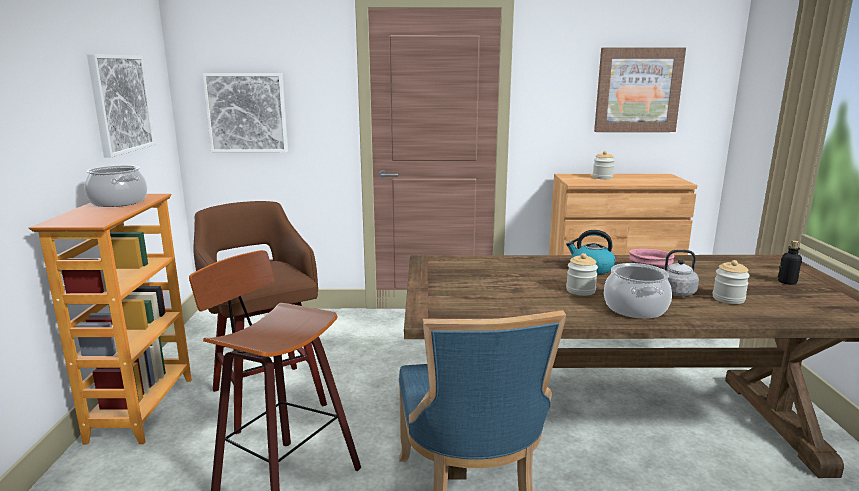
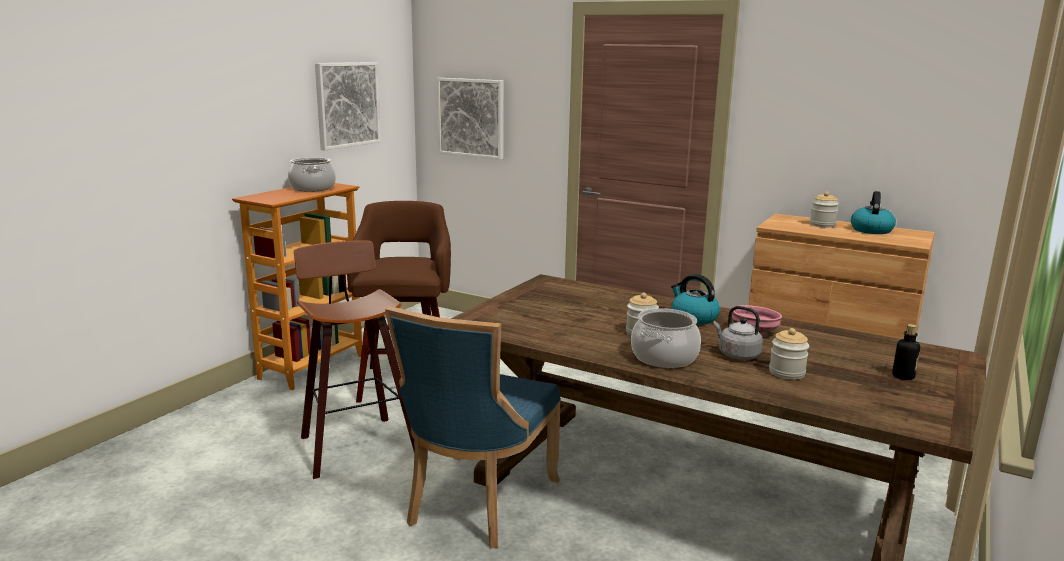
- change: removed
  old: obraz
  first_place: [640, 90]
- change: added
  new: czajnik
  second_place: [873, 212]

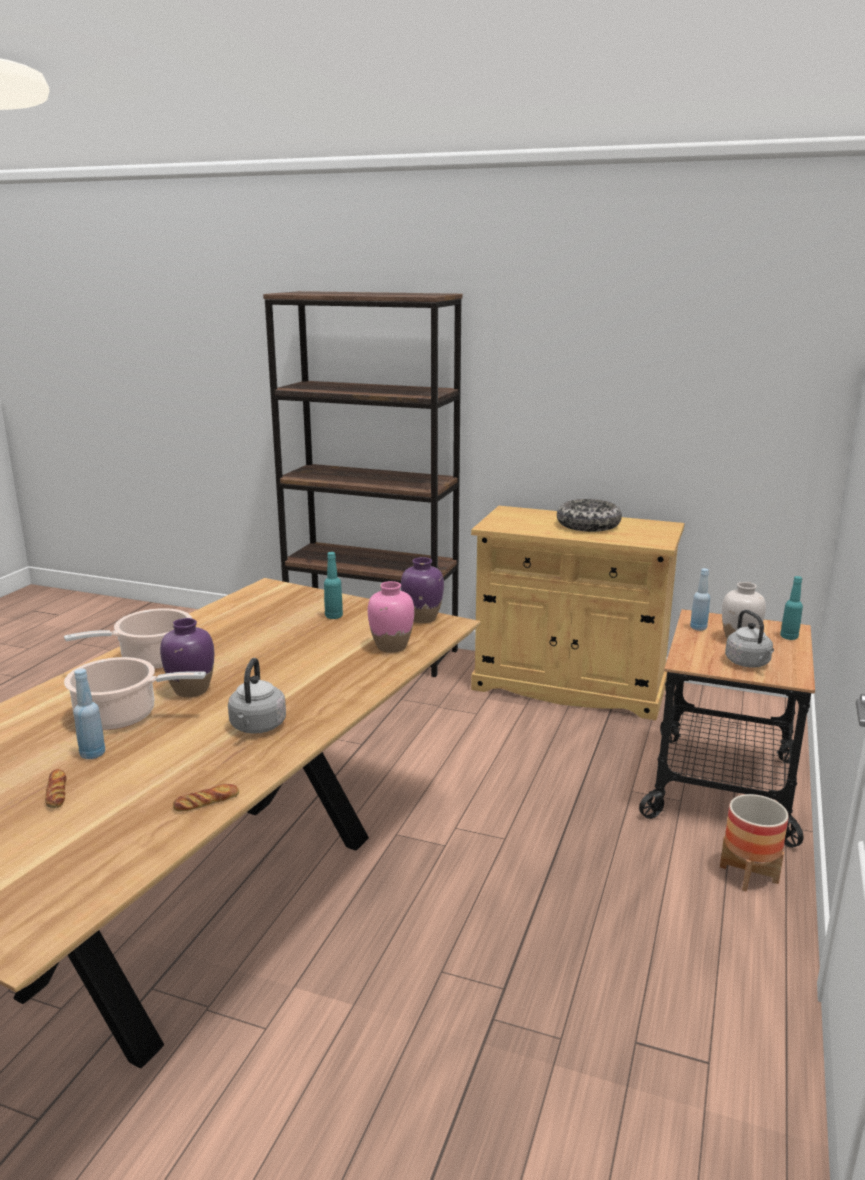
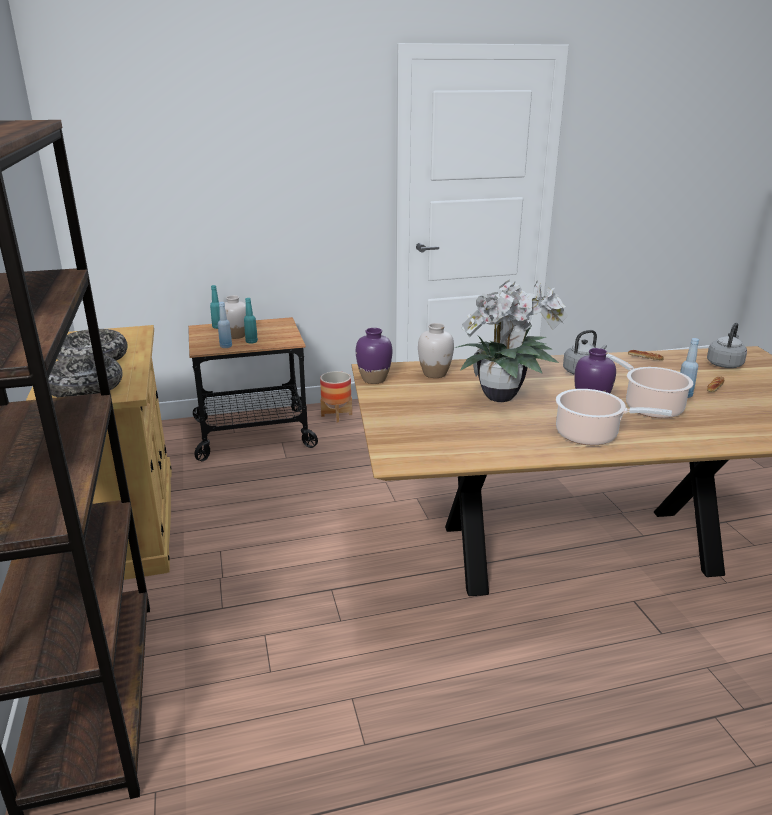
- change: moved
  old: butelka [turkusowy]
  first_place: [333, 585]
  second_place: [251, 321]
- change: recoloured
  old: wazon [różowy]
  new: wazon [biały]
  first_place: [391, 617]
  second_place: [436, 350]
- change: moved
  old: czajnik [szary]
  first_place: [749, 639]
  second_place: [727, 345]
- change: added
  new: miska
  second_place: [85, 376]
- change: added
  new: roślina doniczkowa
  second_place: [511, 341]

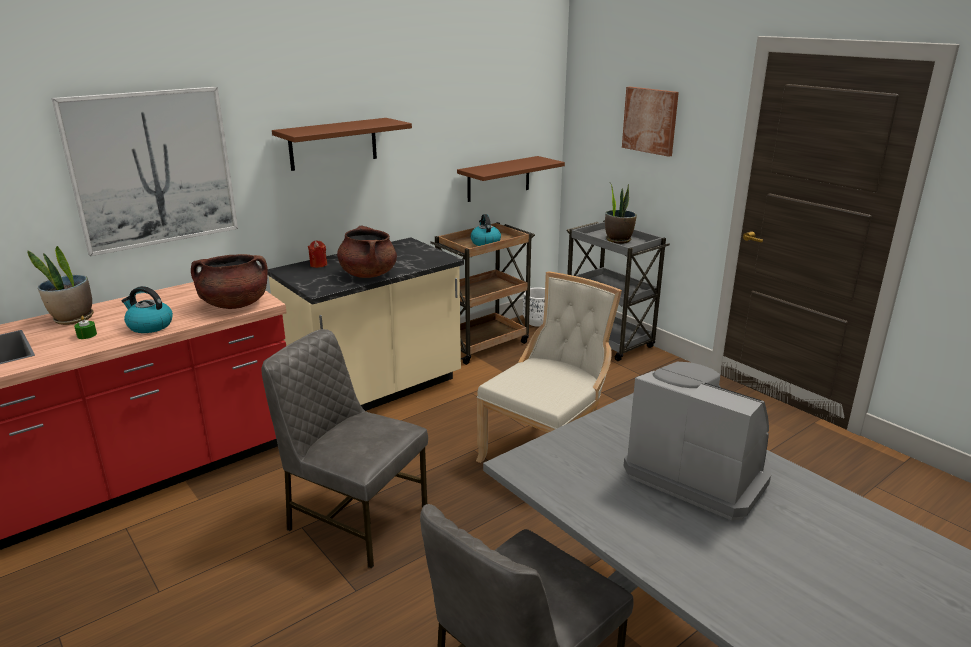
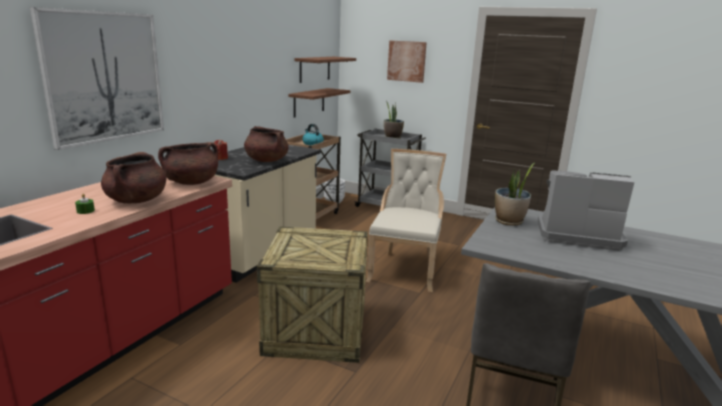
- change: moved
  old: roślina doniczkowa
  first_place: [60, 285]
  second_place: [515, 194]
- change: replaced
  old: czajnik
  new: garnek [brązowy]
  first_place: [147, 309]
  second_place: [133, 177]
- change: replaced
  old: krzesło [szary]
  new: skrzynka
  first_place: [344, 449]
  second_place: [312, 294]
- change: moved
  old: półka [brązowy]
  first_place: [342, 144]
  second_place: [325, 70]

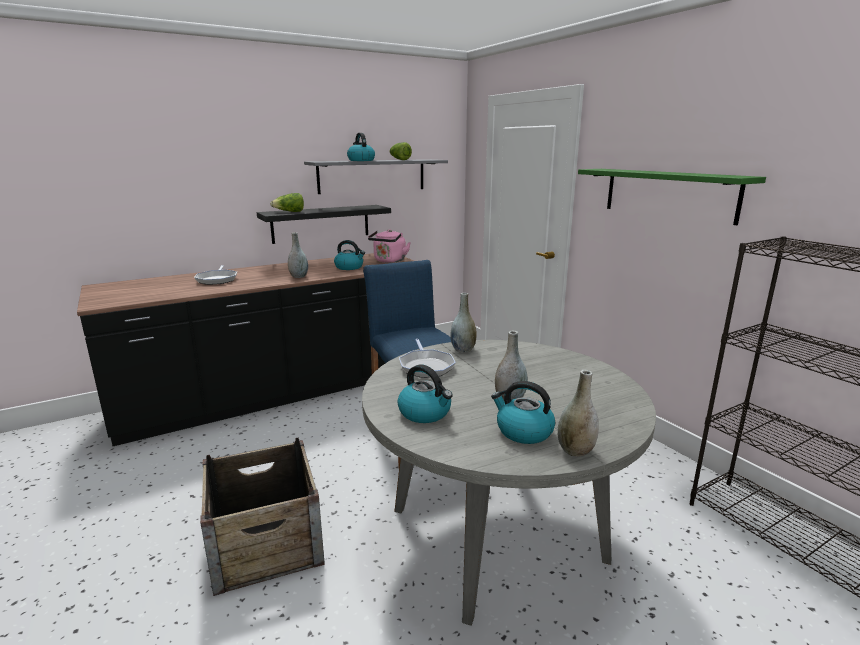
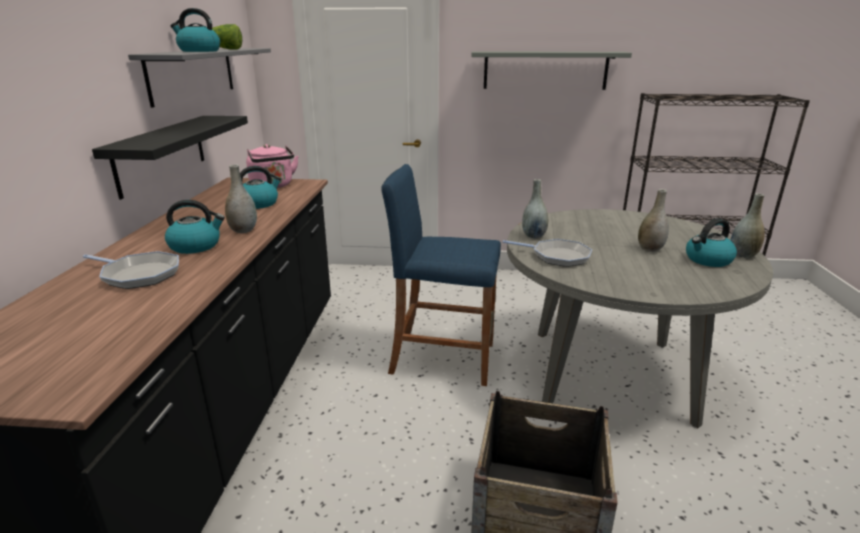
- change: removed
  old: sałata
  first_place: [287, 202]
- change: moved
  old: czajnik
  first_place: [425, 393]
  second_place: [195, 227]
- change: recoloured
  old: półka [zielony]
  new: półka [szary]
  first_place: [672, 197]
  second_place: [552, 70]

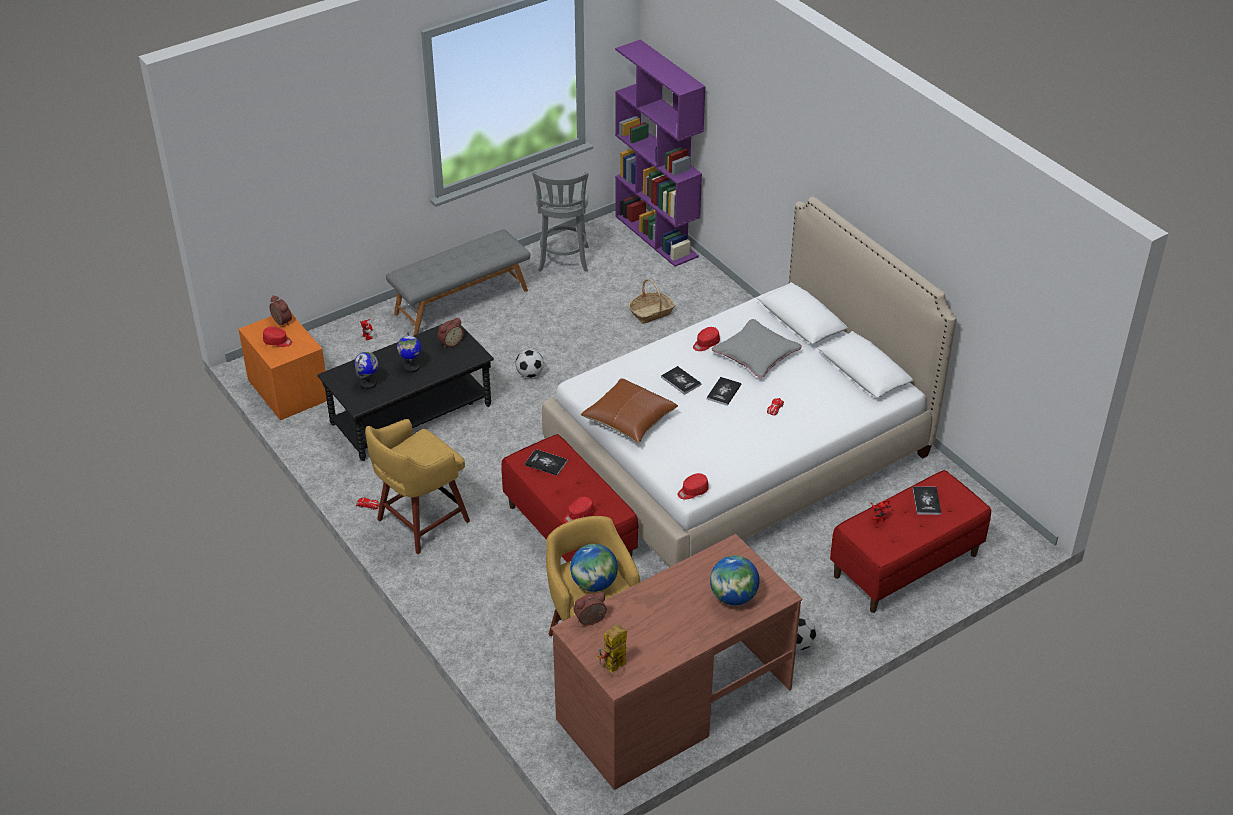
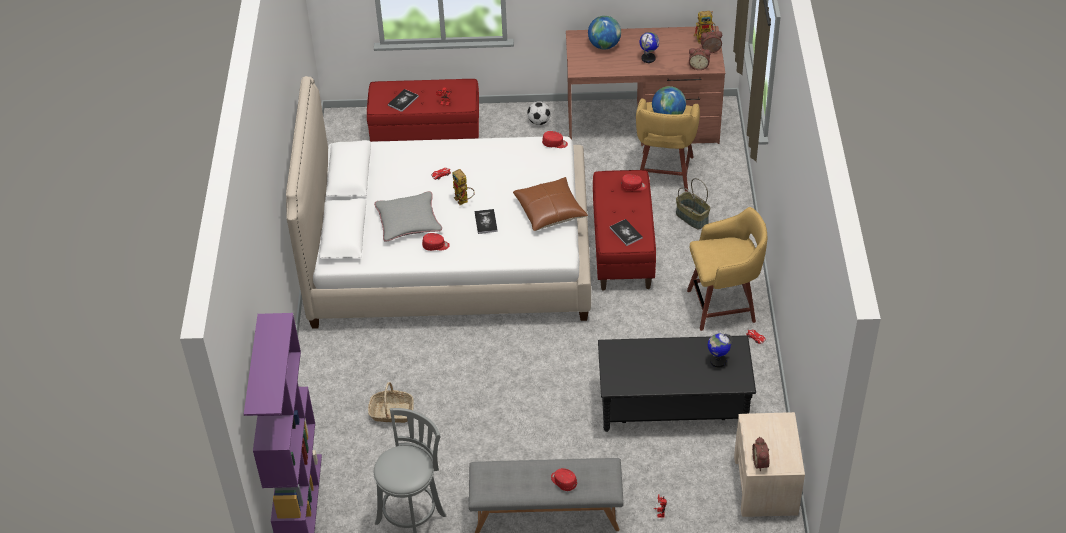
- change: recoloured
  old: szafka nocna [pomarańczowy]
  new: szafka nocna [beżowy]
  first_place: [282, 366]
  second_place: [769, 464]
- change: moved
  old: czapka z daszkiem [czerwony]
  first_place: [277, 336]
  second_place: [564, 479]
- change: moved
  old: globus
  first_place: [409, 352]
  second_place: [649, 47]
- change: moved
  old: budzik
  first_place: [451, 333]
  second_place: [711, 42]
- change: removed
  old: piłka futbolowa
  first_place: [529, 363]
- change: replaced
  old: książka
  new: robot zabawkowy
  first_place: [724, 391]
  second_place: [463, 187]
- change: added
  new: koszyk
  second_place: [693, 203]

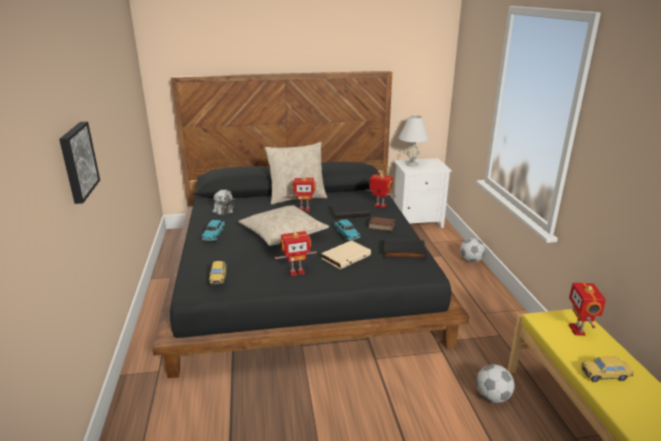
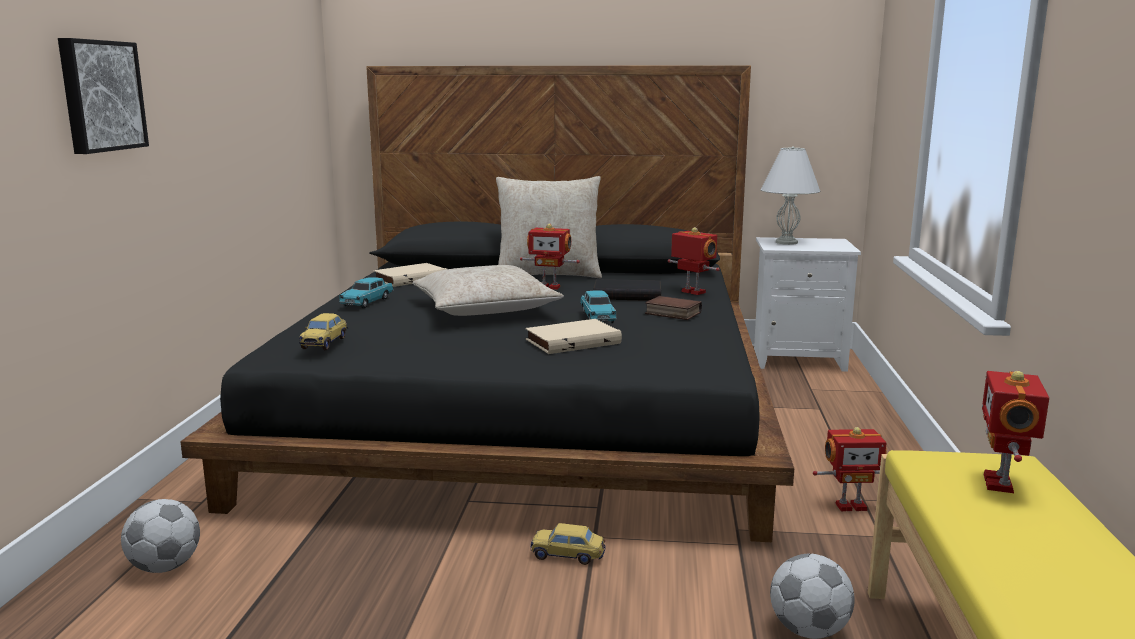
- change: replaced
  old: pluszak
  new: książka [beżowy]
  first_place: [224, 202]
  second_place: [410, 275]
- change: moved
  old: robot zabawkowy
  first_place: [296, 253]
  second_place: [850, 469]
- change: removed
  old: książka [czarny]
  first_place: [405, 249]
- change: moved
  old: piłka futbolowa
  first_place: [472, 250]
  second_place: [160, 536]
- change: moved
  old: samochodzik
  first_place: [607, 369]
  second_place: [567, 544]

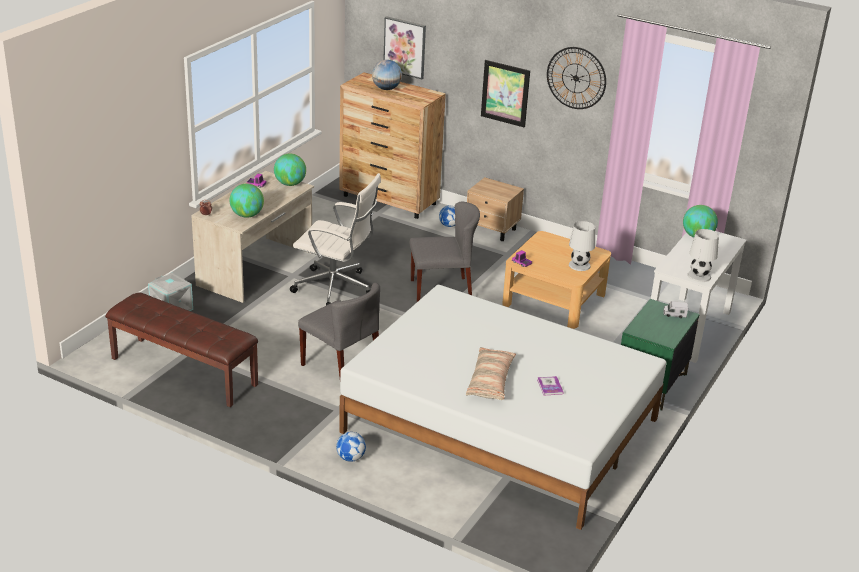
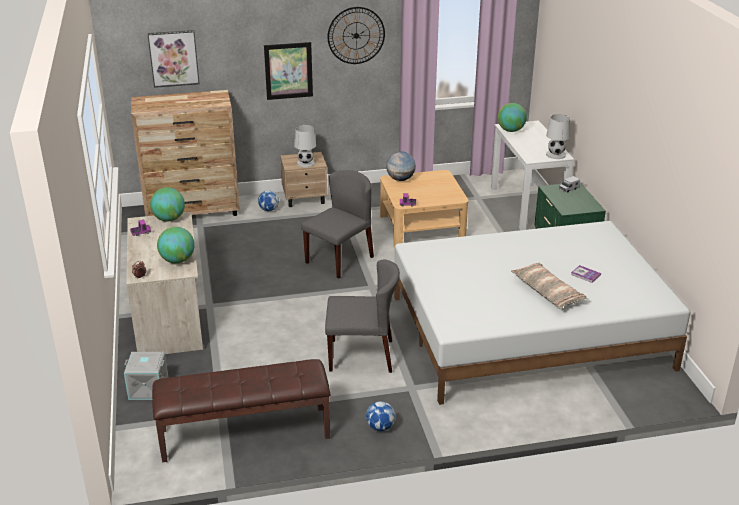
- change: removed
  old: krzesło biurowe [biały]
  first_place: [335, 239]
- change: moved
  old: piłka futbolowa
  first_place: [351, 447]
  second_place: [380, 416]
- change: moved
  old: globus
  first_place: [387, 75]
  second_place: [401, 166]
- change: moved
  old: lampa stołowa [biały]
  first_place: [582, 246]
  second_place: [305, 146]

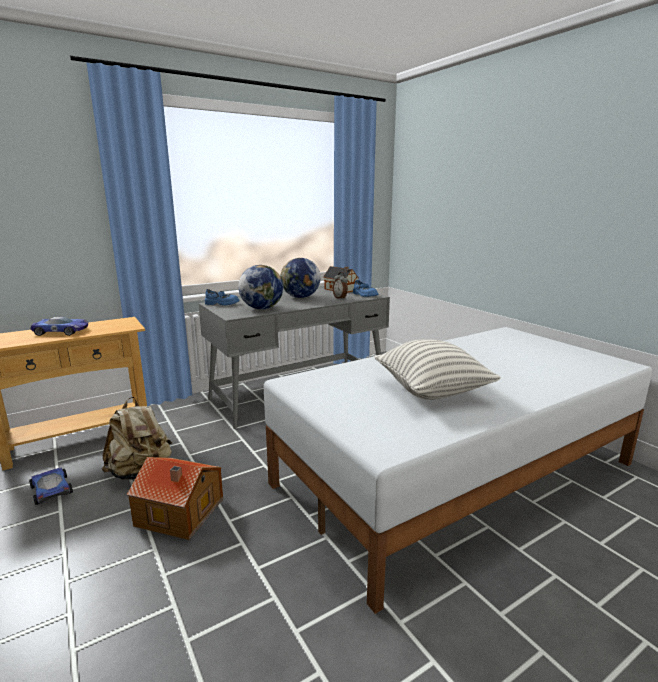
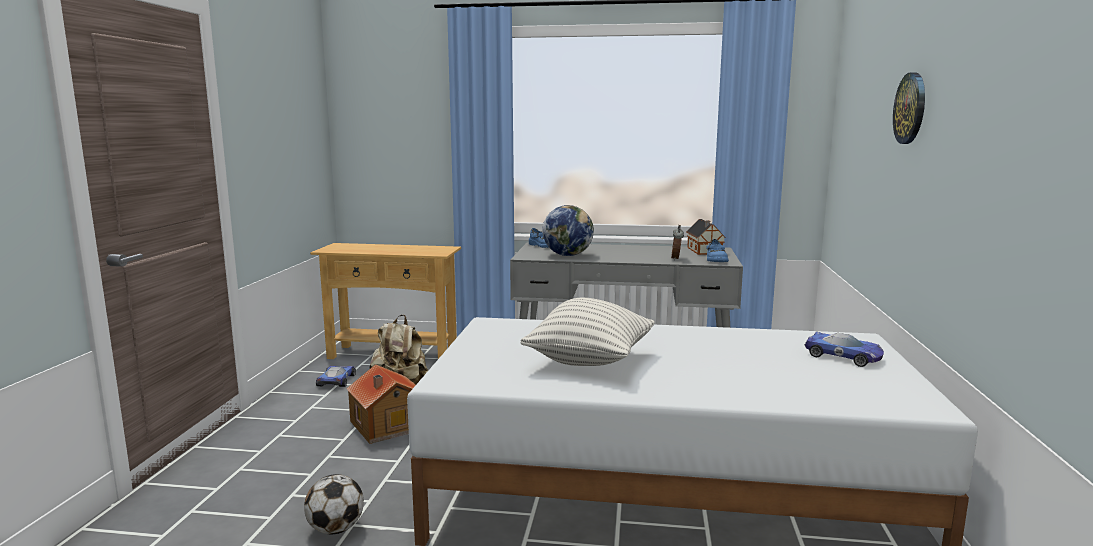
- change: moved
  old: samochodzik
  first_place: [59, 326]
  second_place: [844, 349]
- change: removed
  old: globus
  first_place: [300, 278]
- change: added
  new: piłka futbolowa
  second_place: [334, 504]
- change: added
  new: zegar ścienny
  second_place: [909, 108]

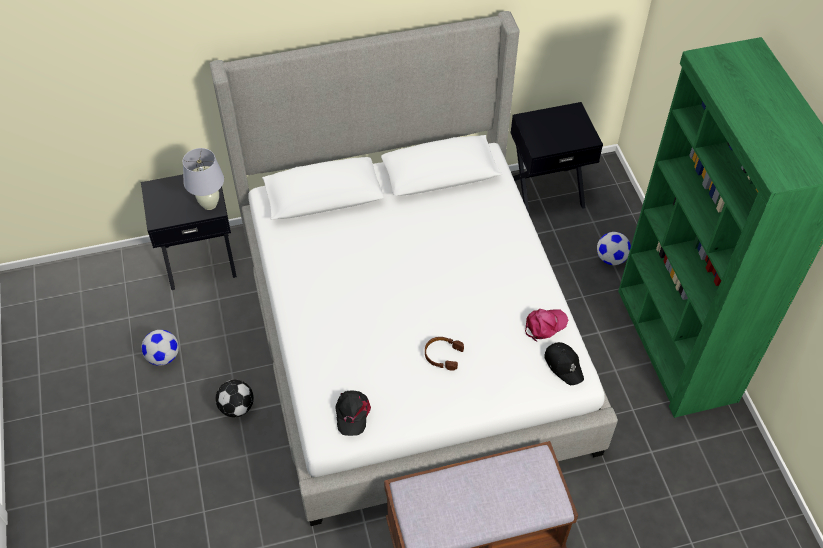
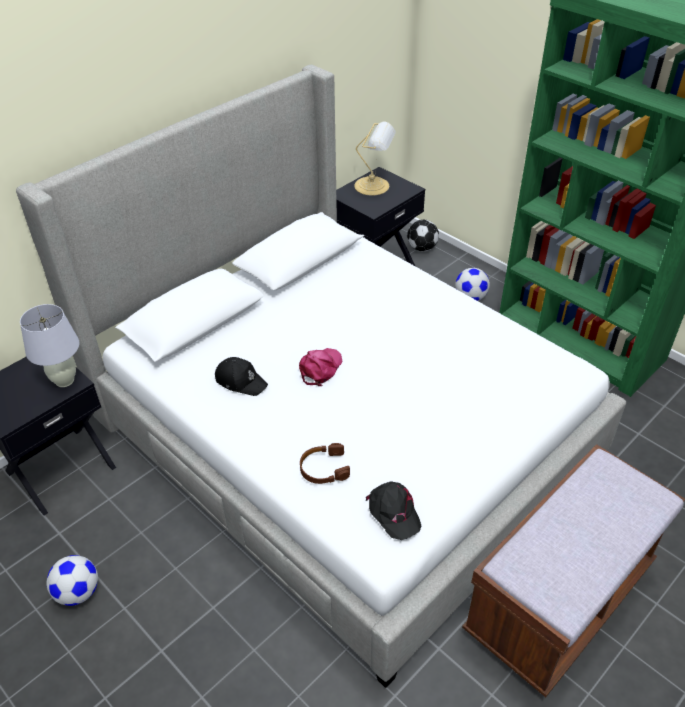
- change: moved
  old: piłka futbolowa
  first_place: [234, 398]
  second_place: [423, 235]
- change: moved
  old: słuchawki [brązowy]
  first_place: [444, 354]
  second_place: [325, 463]
- change: moved
  old: czapka z daszkiem [różowy]
  first_place: [546, 325]
  second_place: [320, 367]
- change: moved
  old: czapka z daszkiem [czarny]
  first_place: [564, 363]
  second_place: [241, 376]
- change: added
  new: lampa stołowa
  second_place: [375, 158]

